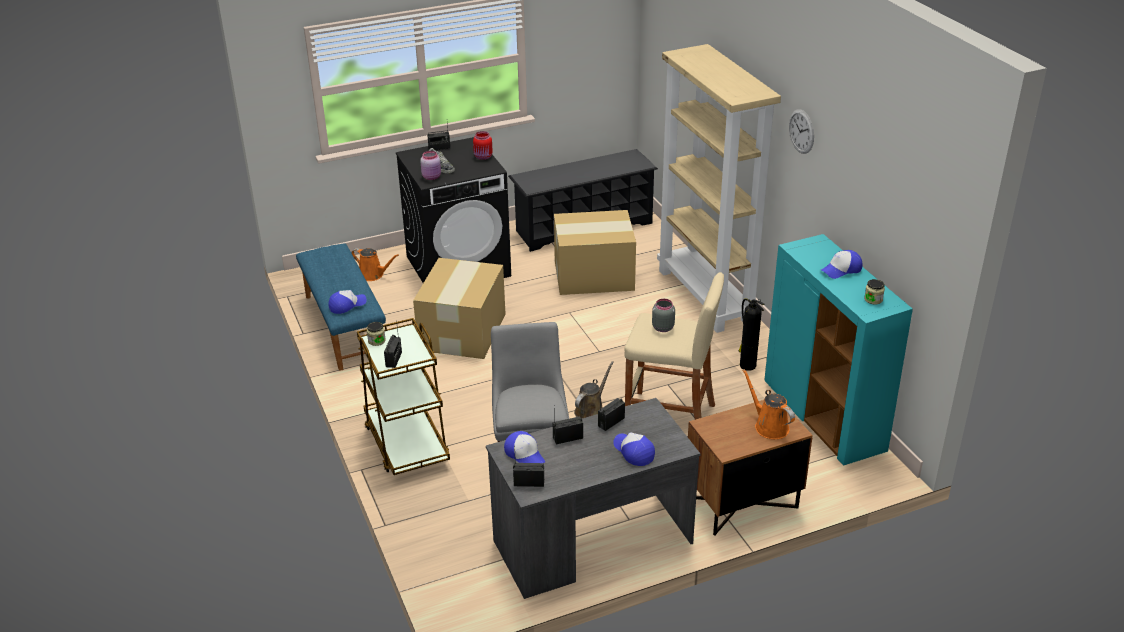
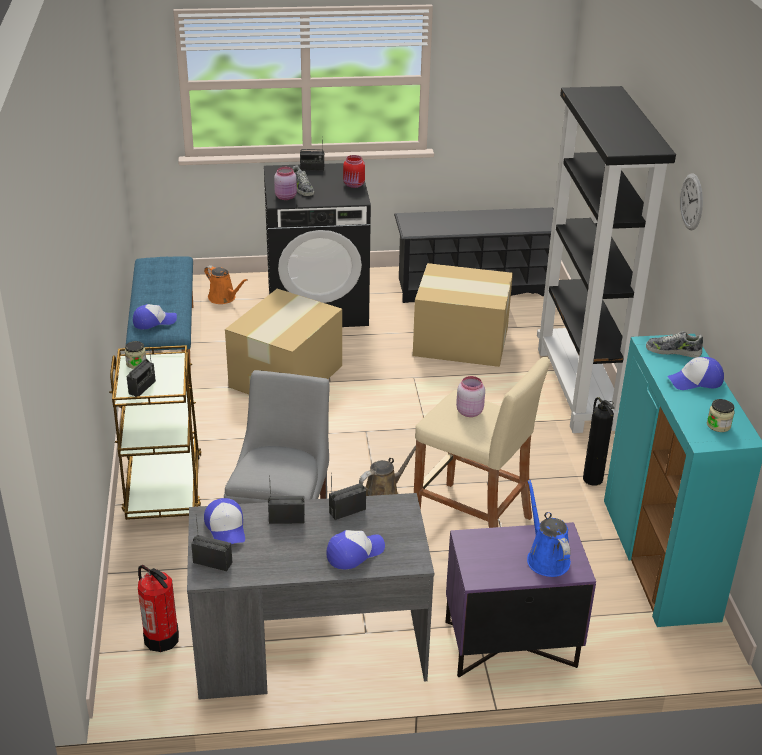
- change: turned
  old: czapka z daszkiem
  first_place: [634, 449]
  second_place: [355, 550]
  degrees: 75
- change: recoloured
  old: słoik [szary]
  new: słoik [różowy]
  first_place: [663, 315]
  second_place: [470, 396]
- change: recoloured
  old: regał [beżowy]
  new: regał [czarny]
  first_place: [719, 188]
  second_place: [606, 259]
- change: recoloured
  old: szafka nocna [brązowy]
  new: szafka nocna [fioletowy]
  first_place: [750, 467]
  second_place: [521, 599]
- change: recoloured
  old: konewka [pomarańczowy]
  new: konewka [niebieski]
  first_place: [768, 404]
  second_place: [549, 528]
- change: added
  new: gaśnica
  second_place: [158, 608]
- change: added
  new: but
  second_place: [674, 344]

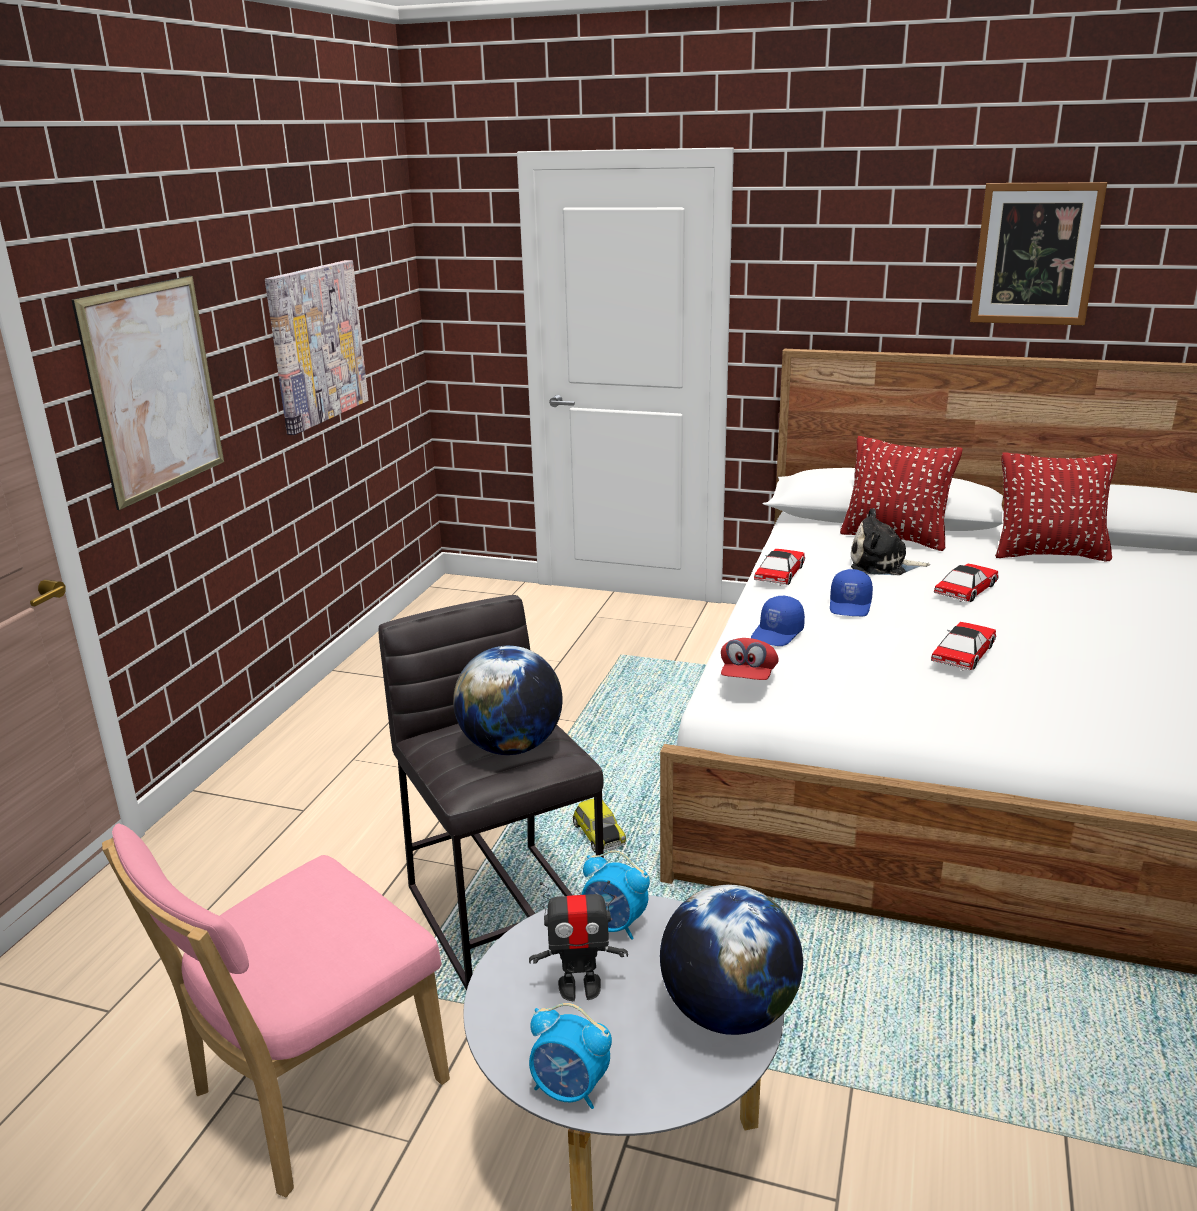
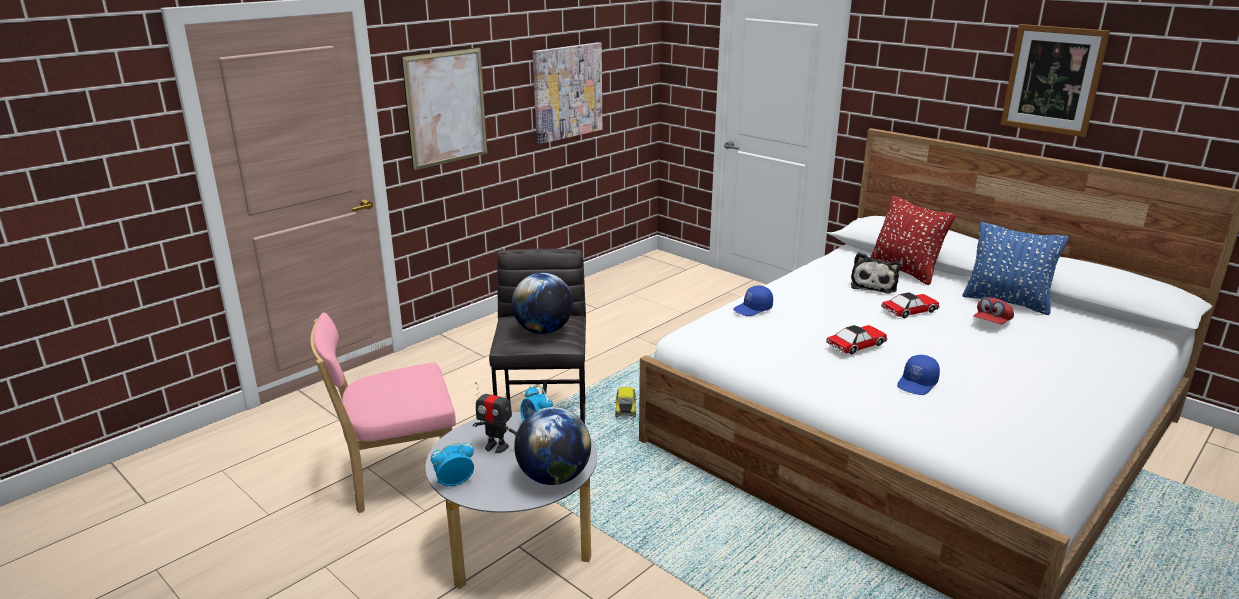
- change: turned
  old: budzik
  first_place: [570, 1056]
  second_place: [452, 464]
  degrees: 105
- change: moved
  old: czapka z daszkiem [czerwony]
  first_place: [750, 659]
  second_place: [994, 310]
- change: removed
  old: samochodzik
  first_place: [779, 567]
- change: moved
  old: czapka z daszkiem [niebieski]
  first_place: [851, 592]
  second_place: [918, 375]
- change: turned
  old: pluszak
  first_place: [890, 541]
  second_place: [875, 272]
  degrees: -105
- change: recoloured
  old: poduszka [czerwony]
  new: poduszka [niebieski]
  first_place: [1056, 507]
  second_place: [1016, 268]

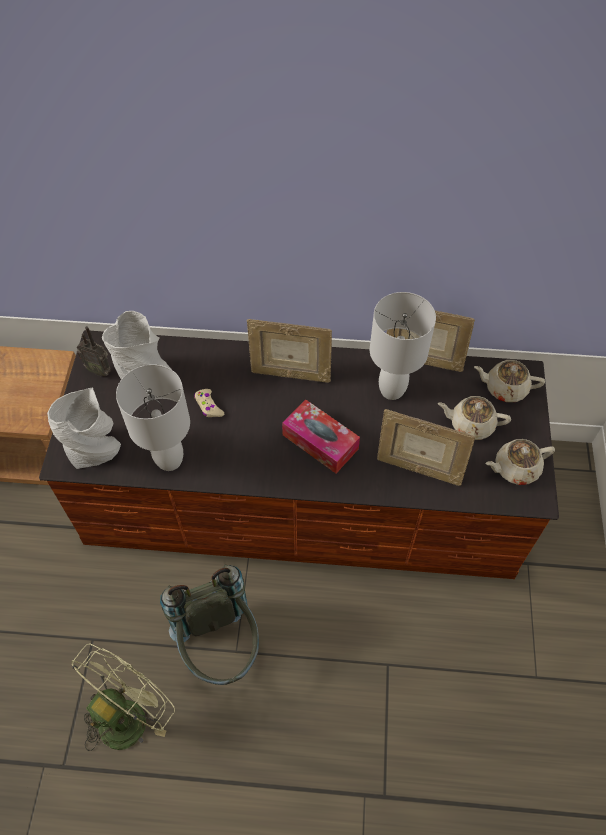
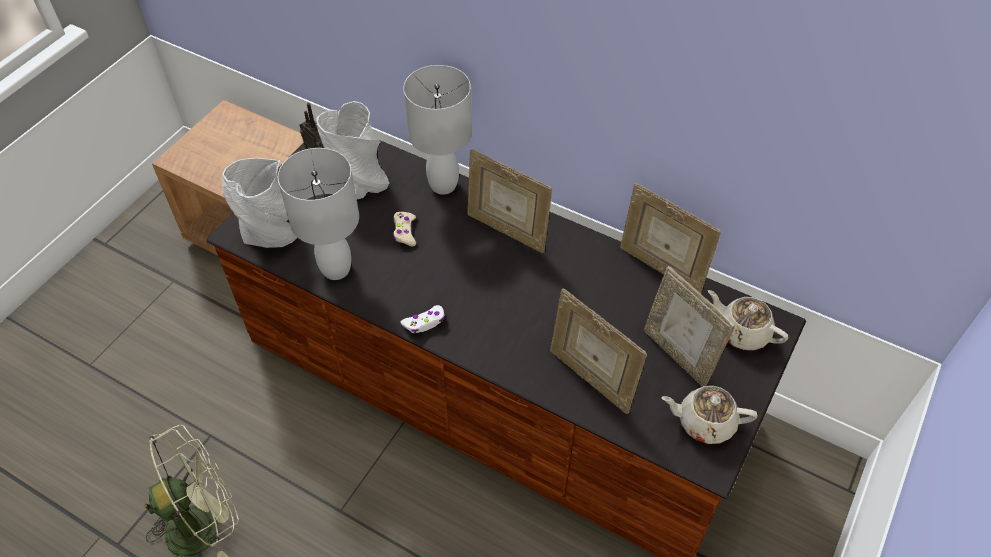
- change: removed
  old: plecak [szary]
  first_place: [209, 625]
- change: removed
  old: pudełko chusteczek
  first_place: [321, 436]
- change: moved
  old: lampa stołowa [biały]
  first_place: [403, 346]
  second_place: [437, 130]
- change: replaced
  old: imbryk [beżowy]
  new: ramka na zdjęcie
  first_place: [474, 418]
  second_place: [689, 326]
- change: added
  new: pad do gier [biały]
  second_place: [423, 319]

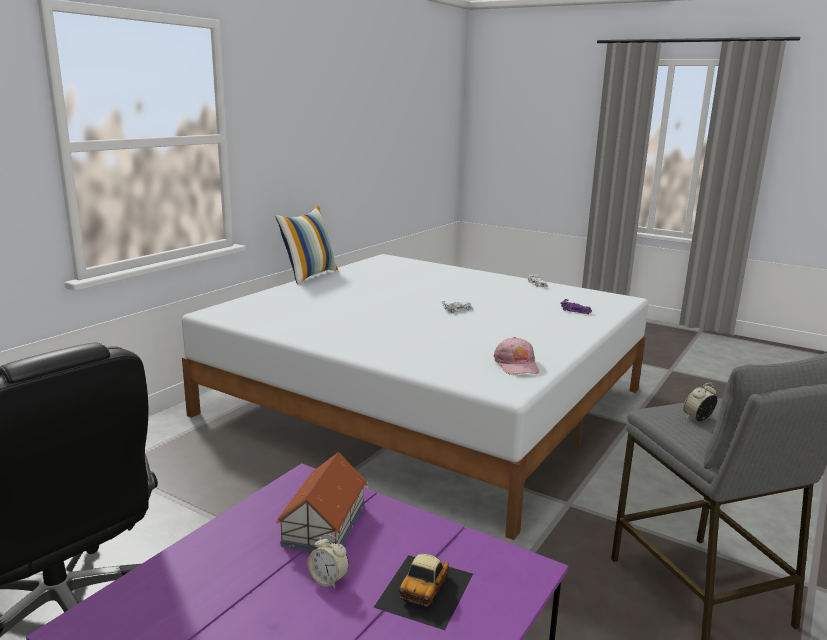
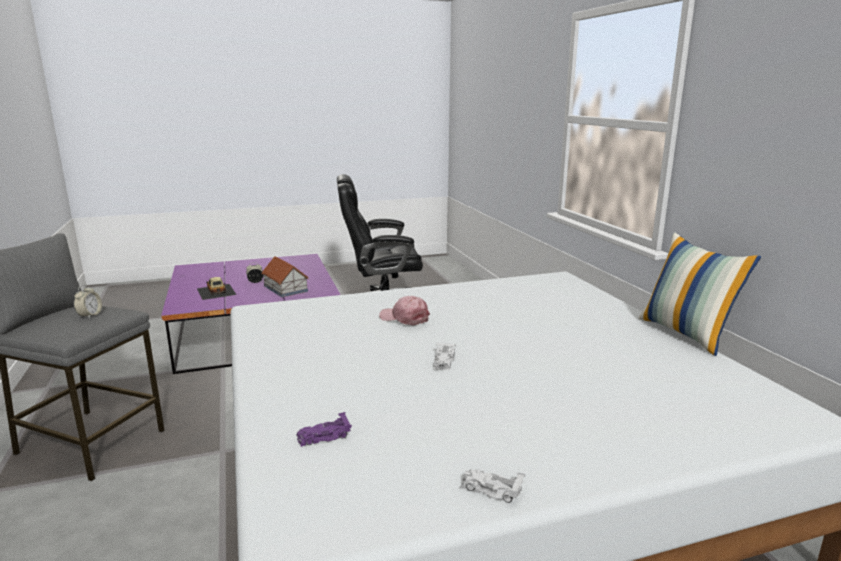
- change: moved
  old: czapka z daszkiem [różowy]
  first_place: [516, 356]
  second_place: [404, 310]

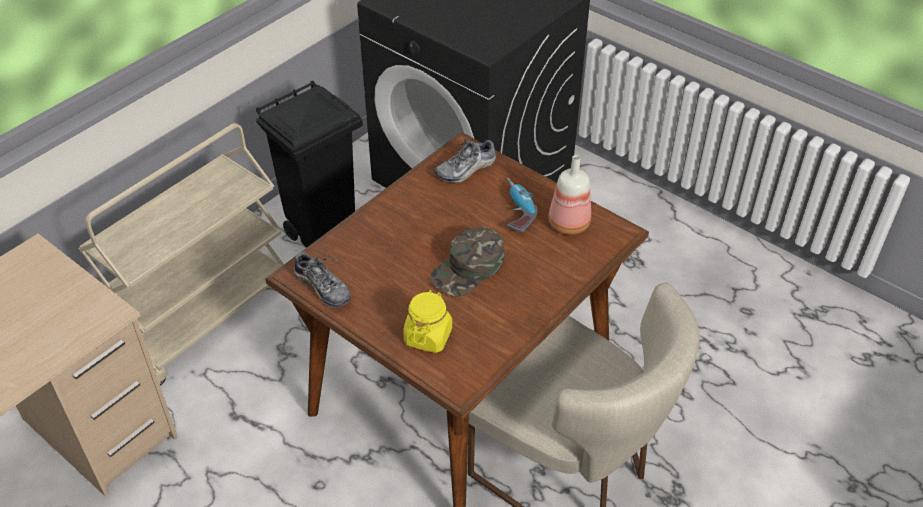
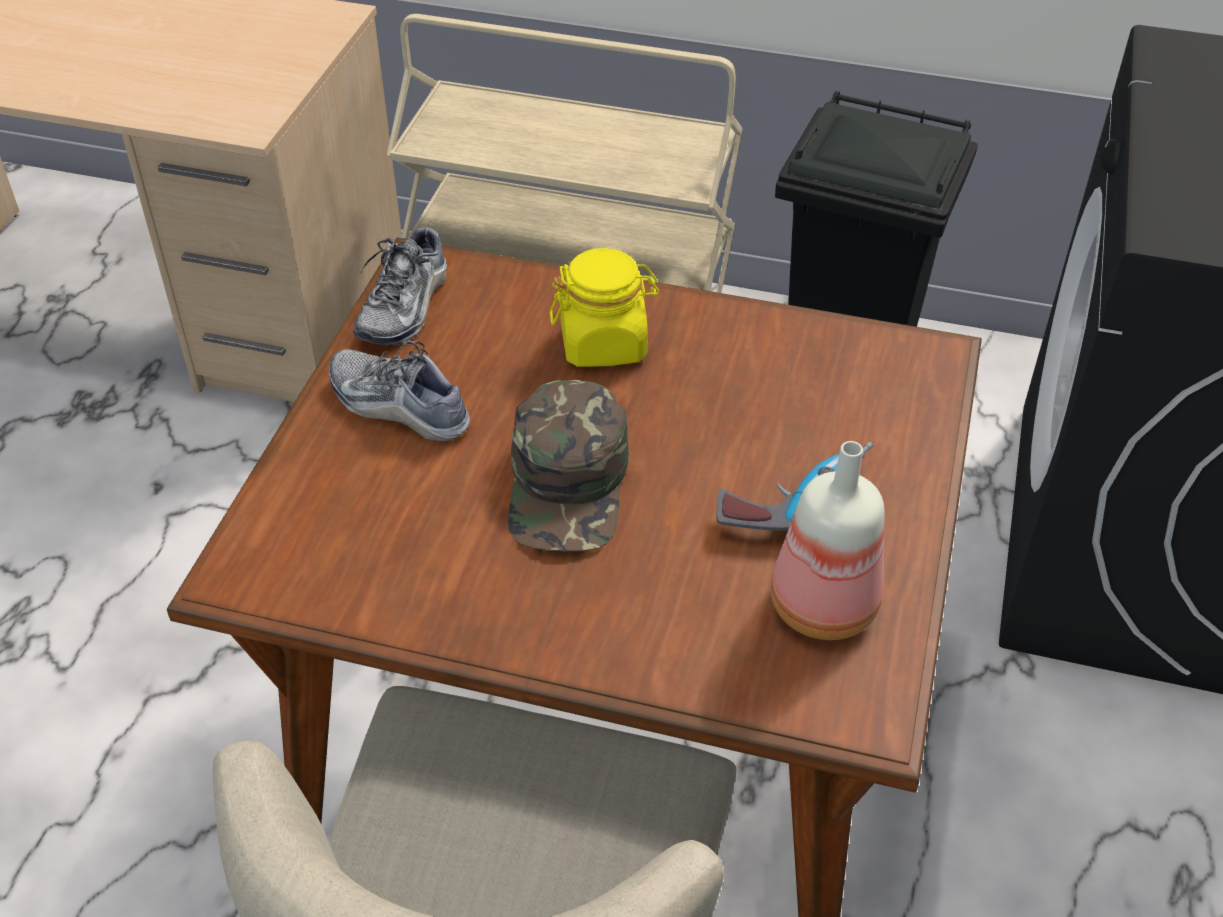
- change: moved
  old: słoik [żółty]
  first_place: [427, 321]
  second_place: [605, 307]
- change: turned
  old: czapka z daszkiem [zielony]
  first_place: [466, 262]
  second_place: [568, 465]
  degrees: -105
- change: moved
  old: but
  first_place: [465, 160]
  second_place: [399, 391]

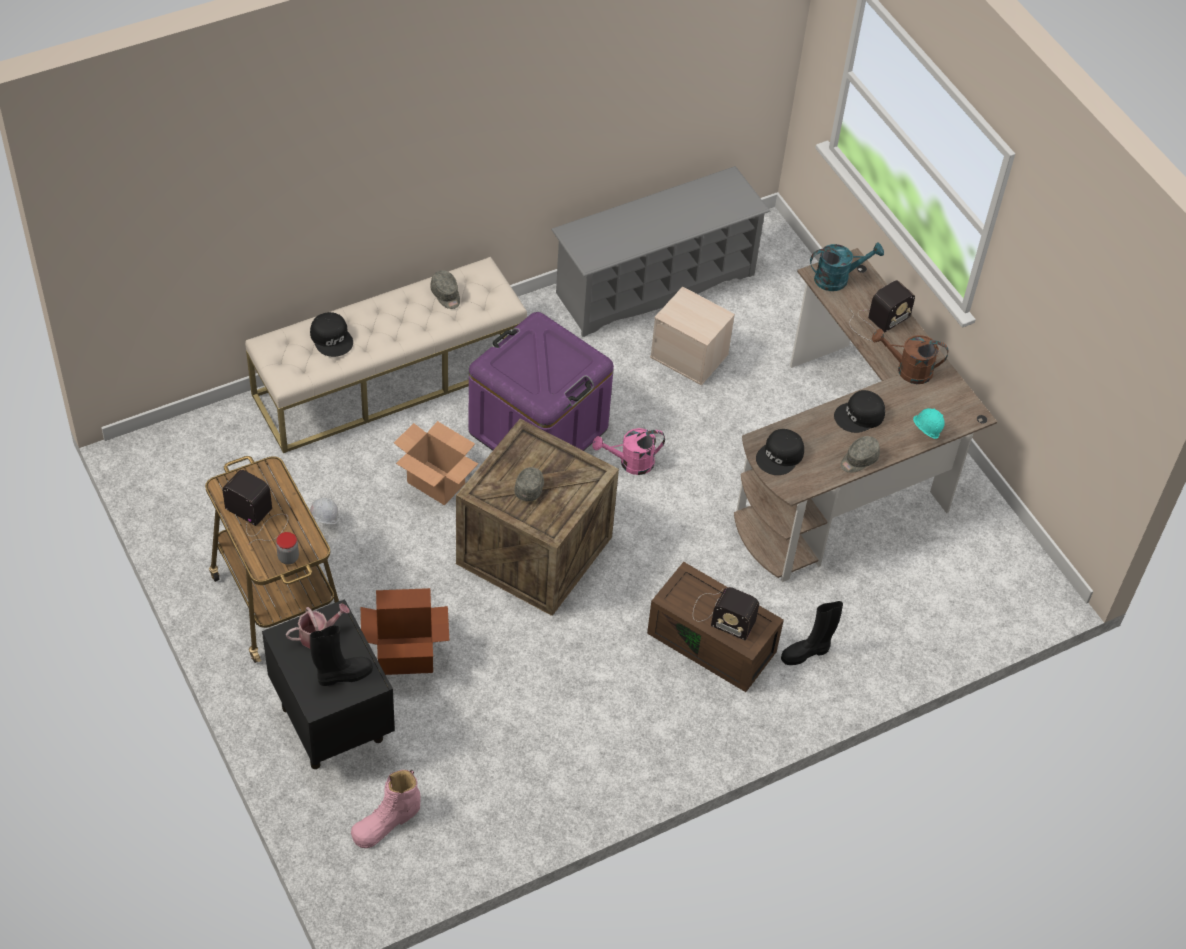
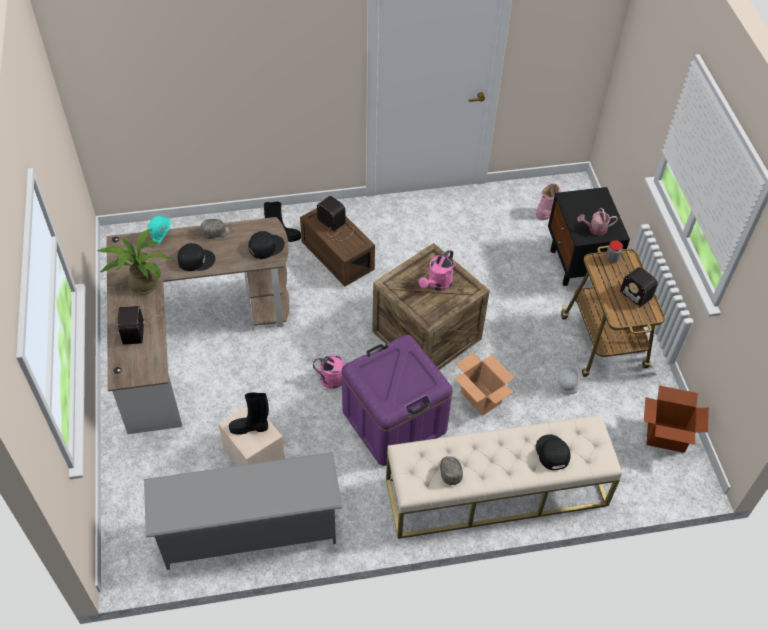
- change: moved
  old: but z cholewką [czarny]
  first_place: [341, 656]
  second_place: [249, 413]
- change: moved
  old: karton
  first_place: [405, 631]
  second_place: [676, 419]
- change: replaced
  old: czapka z daszkiem [szary]
  new: konewka [różowy]
  first_place: [529, 484]
  second_place: [436, 270]
- change: removed
  old: konewka [turkusowy]
  first_place: [847, 266]
- change: turned
  old: radio
  first_place: [882, 310]
  second_place: [137, 325]
  degrees: -75
- change: replaced
  old: konewka [brązowy]
  new: roślina doniczkowa
  first_place: [910, 356]
  second_place: [135, 261]

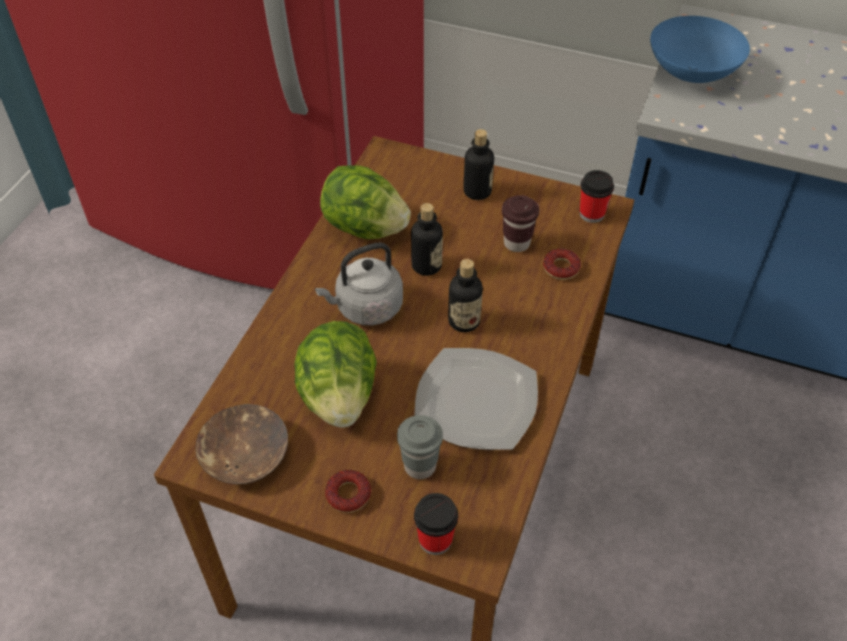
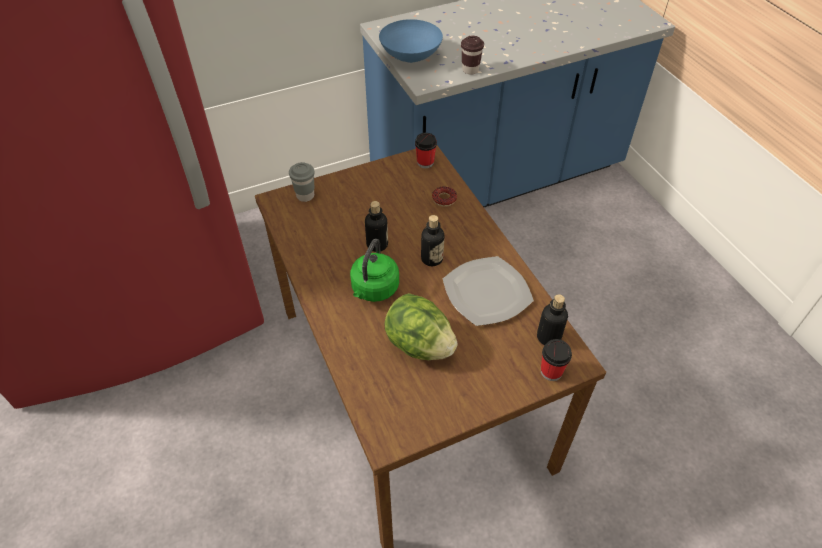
- change: removed
  old: miska [brązowy]
  first_place: [242, 444]
- change: recoloured
  old: czajnik [szary]
  new: czajnik [zielony]
  first_place: [359, 283]
  second_place: [374, 270]
- change: removed
  old: sałata
  first_place: [365, 202]
- change: removed
  old: donut
  first_place: [348, 491]
- change: moved
  old: filiżanka [szary]
  first_place: [420, 447]
  second_place: [302, 182]
- change: moved
  old: butelka
  first_place: [478, 164]
  second_place: [552, 319]
- change: moved
  old: filiżanka [brązowy]
  first_place: [520, 223]
  second_place: [472, 55]

